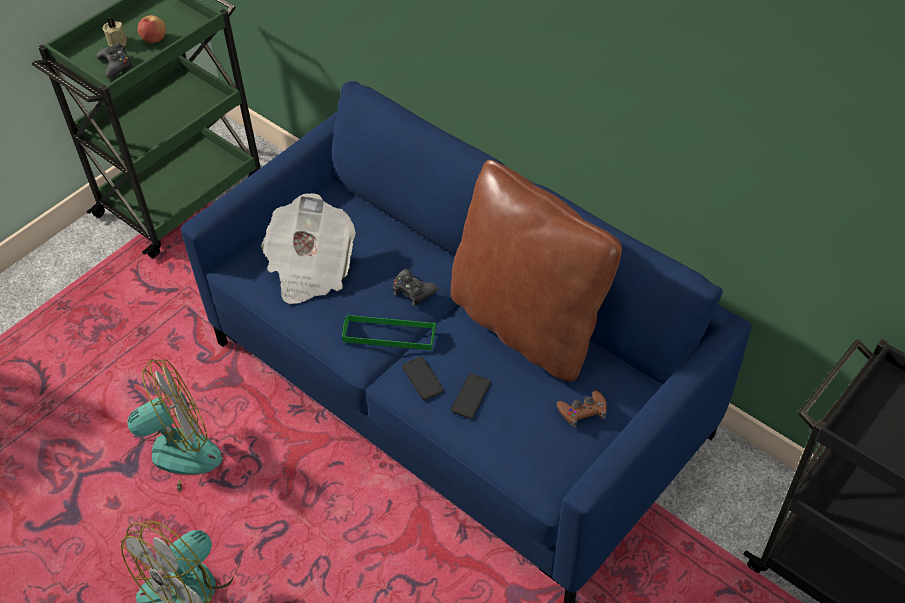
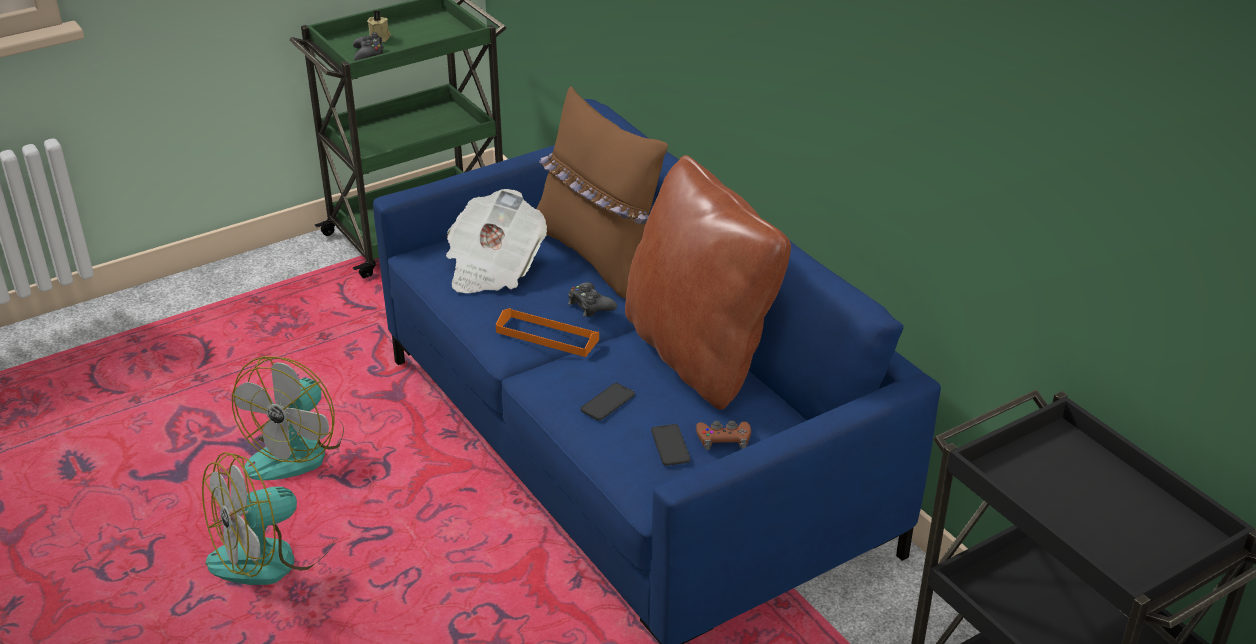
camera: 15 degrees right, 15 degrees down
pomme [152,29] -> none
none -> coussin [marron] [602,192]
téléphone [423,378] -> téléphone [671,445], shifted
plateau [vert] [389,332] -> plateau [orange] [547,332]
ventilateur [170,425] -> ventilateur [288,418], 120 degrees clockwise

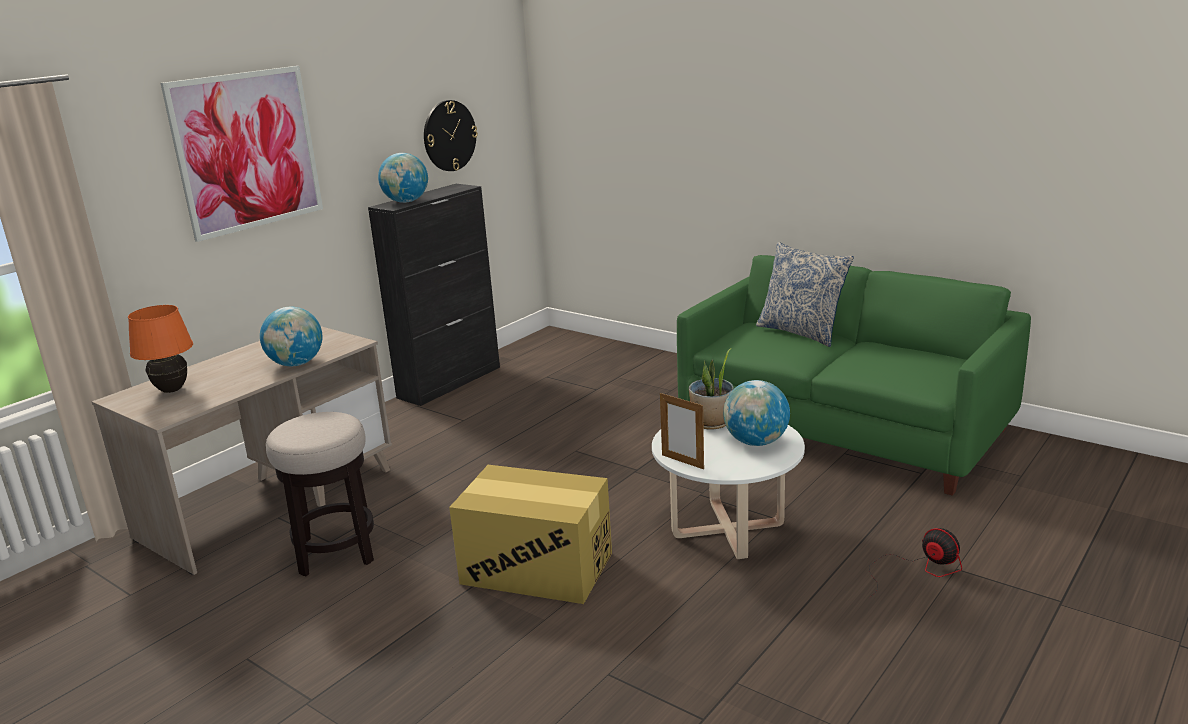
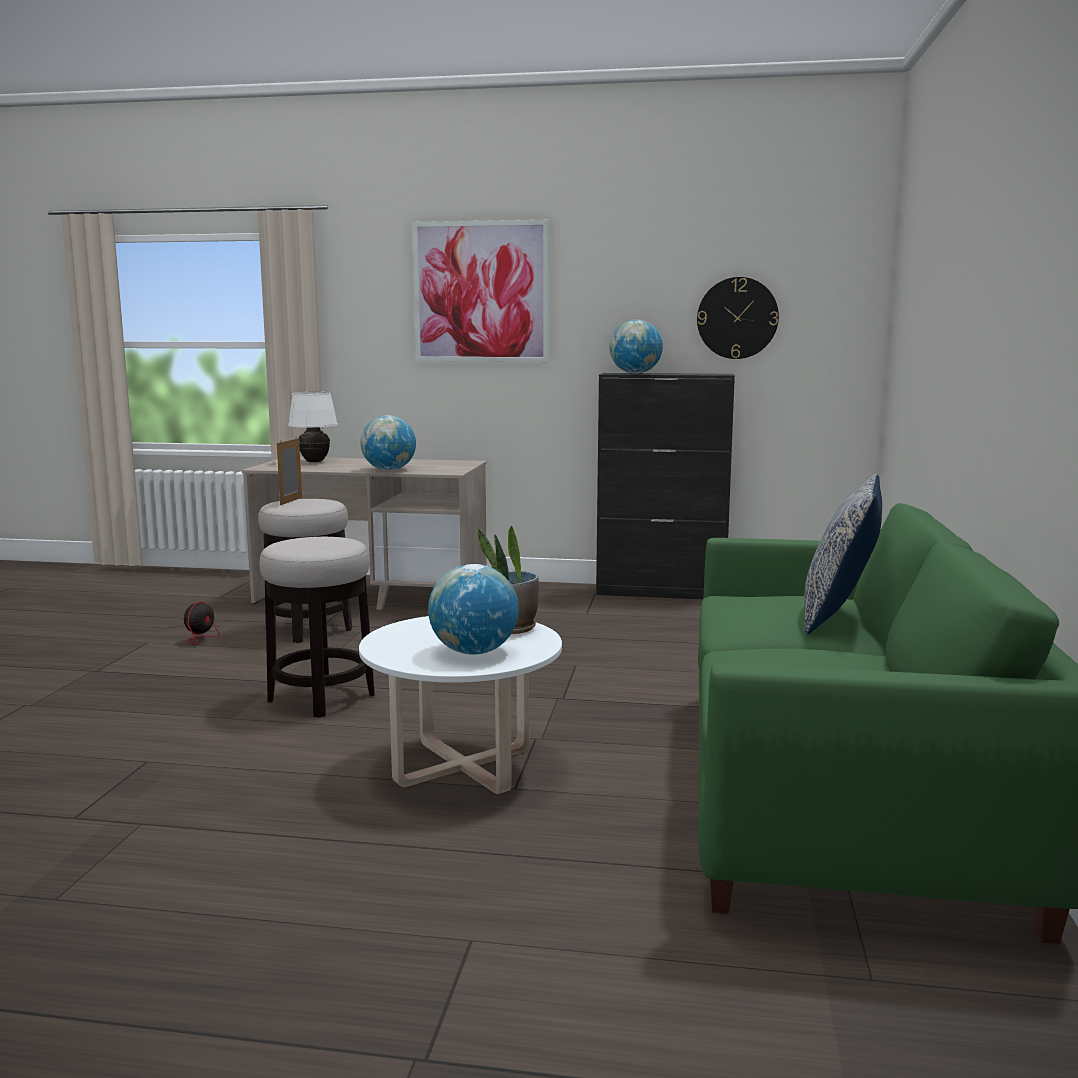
camera: 60 degrees right, 10 degrees down
cadre photo [682,430] -> cadre photo [289,471], shifted
ventilateur [915,562] -> ventilateur [186,623], shifted
carton [530,534] -> tabouret [317,627]
lampe de table [orange] [160,349] -> lampe de table [blanc] [313,427]

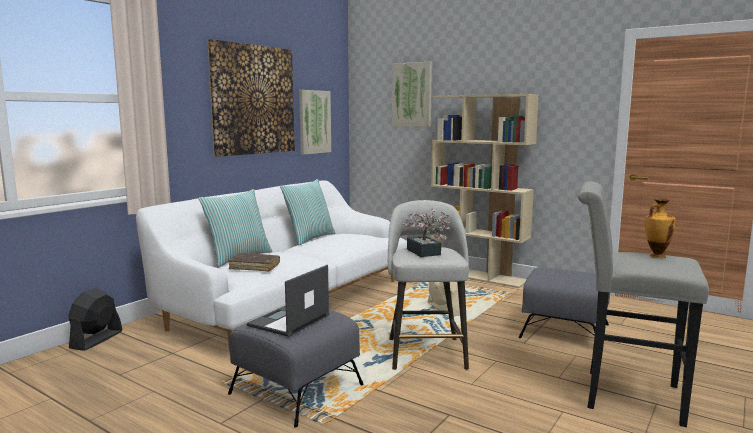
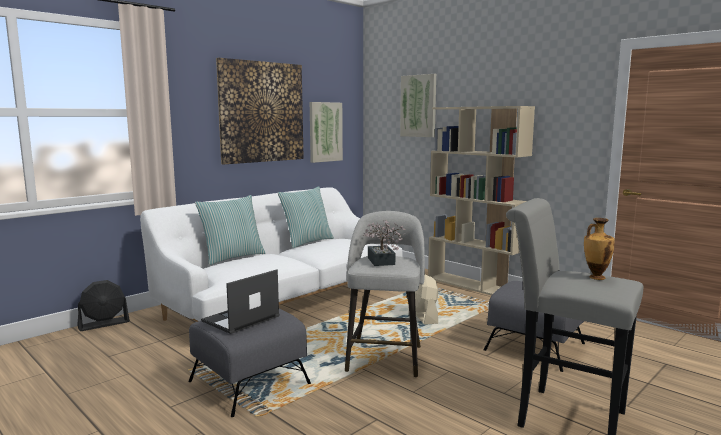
camera: 10 degrees right, 0 degrees up
livre [marron] [254,262] -> none
ventilateur [noir] [95,319] -> ventilateur [noir] [103,305], 150 degrees counterclockwise

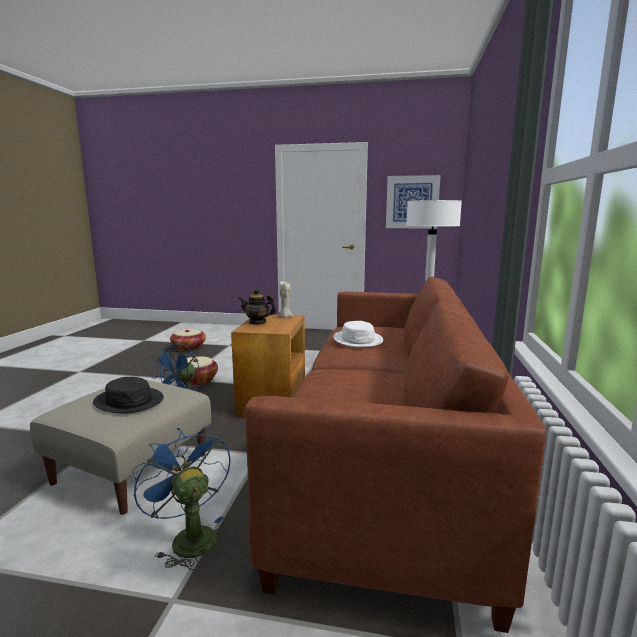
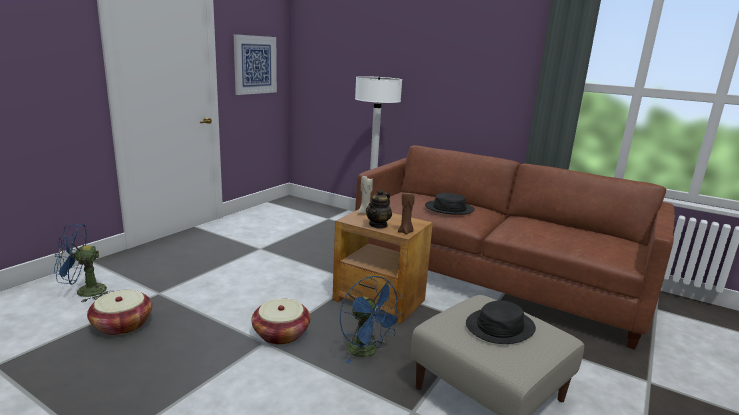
camera: 70 degrees left, 5 degrees up
none -> bougie [marron] [406,213]
ventilateur [bleu] [181,498] -> ventilateur [bleu] [84,263], shifted
chapeau [blanc] [358,334] -> chapeau [noir] [449,204]

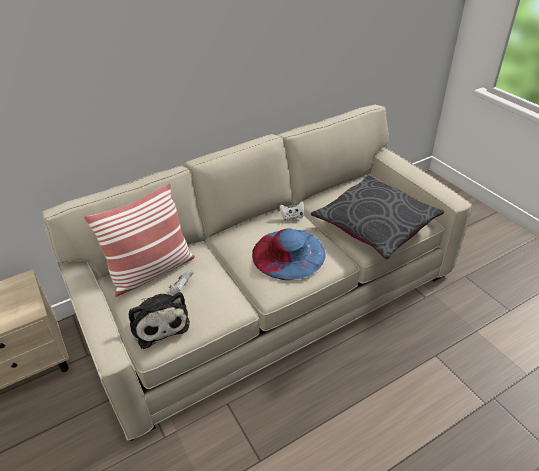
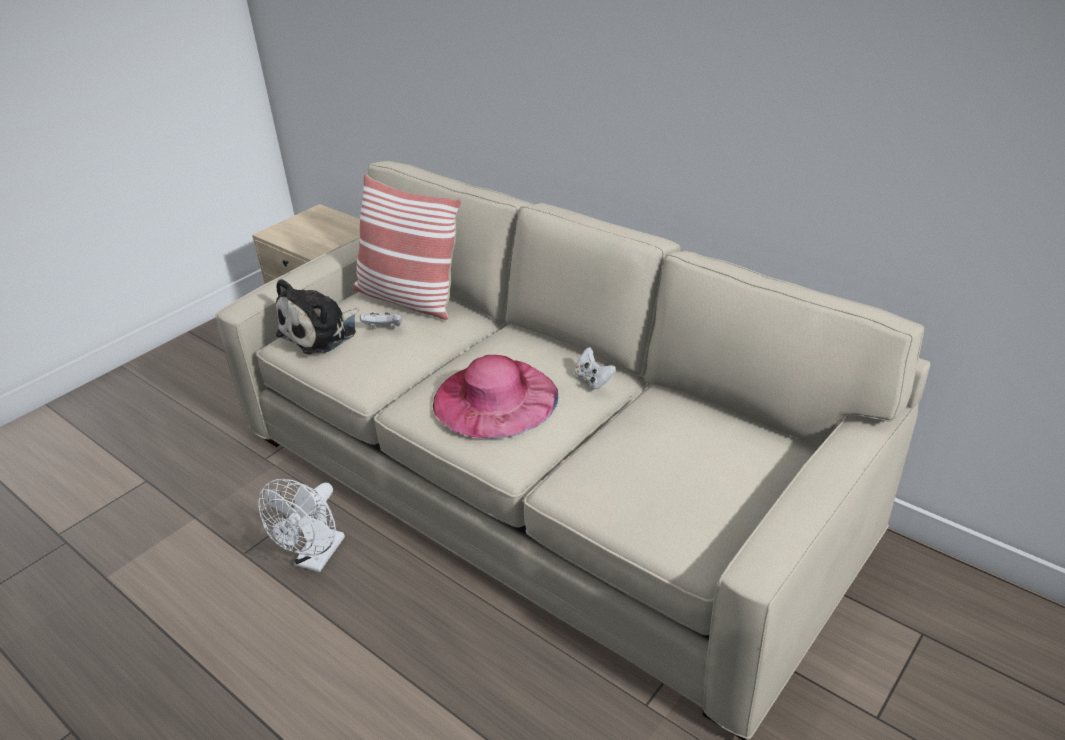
camera: 70 degrees right, 5 degrees down
coussin [gris] [377,217] -> none
none -> ventilateur [blanc] [301,525]
chapeau [bleu] [289,254] -> chapeau [rose] [495,397]

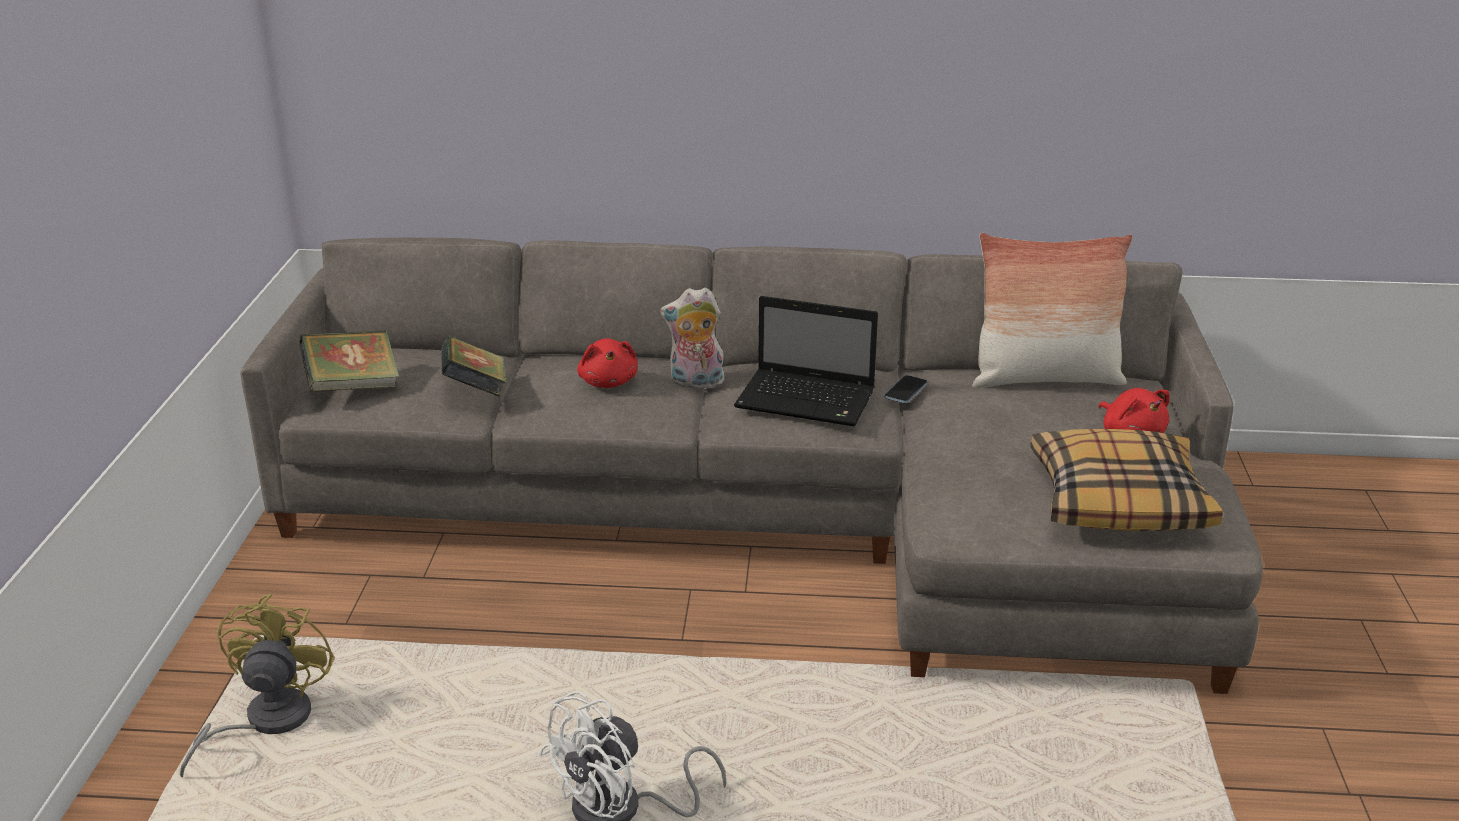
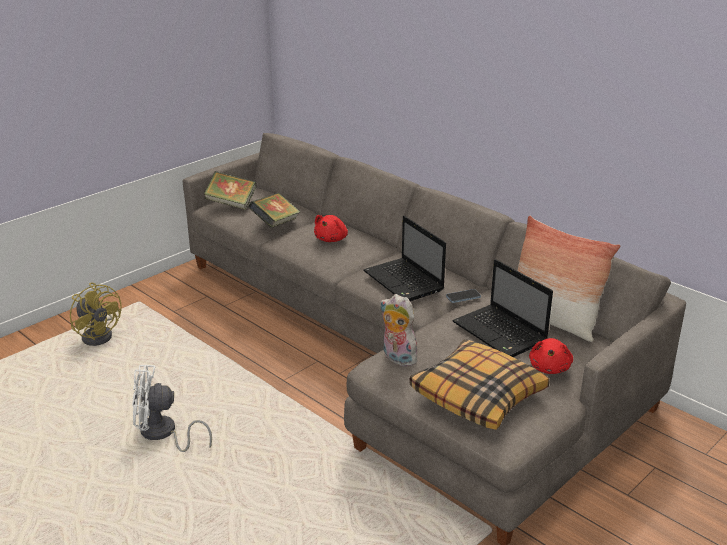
camera: 40 degrees right, 0 degrees up
none -> ordinateur portable [502,308]
peluche [692,338] -> peluche [401,330], shifted
ventilateur [jaune] [257,686] -> ventilateur [jaune] [96,314], 90 degrees clockwise

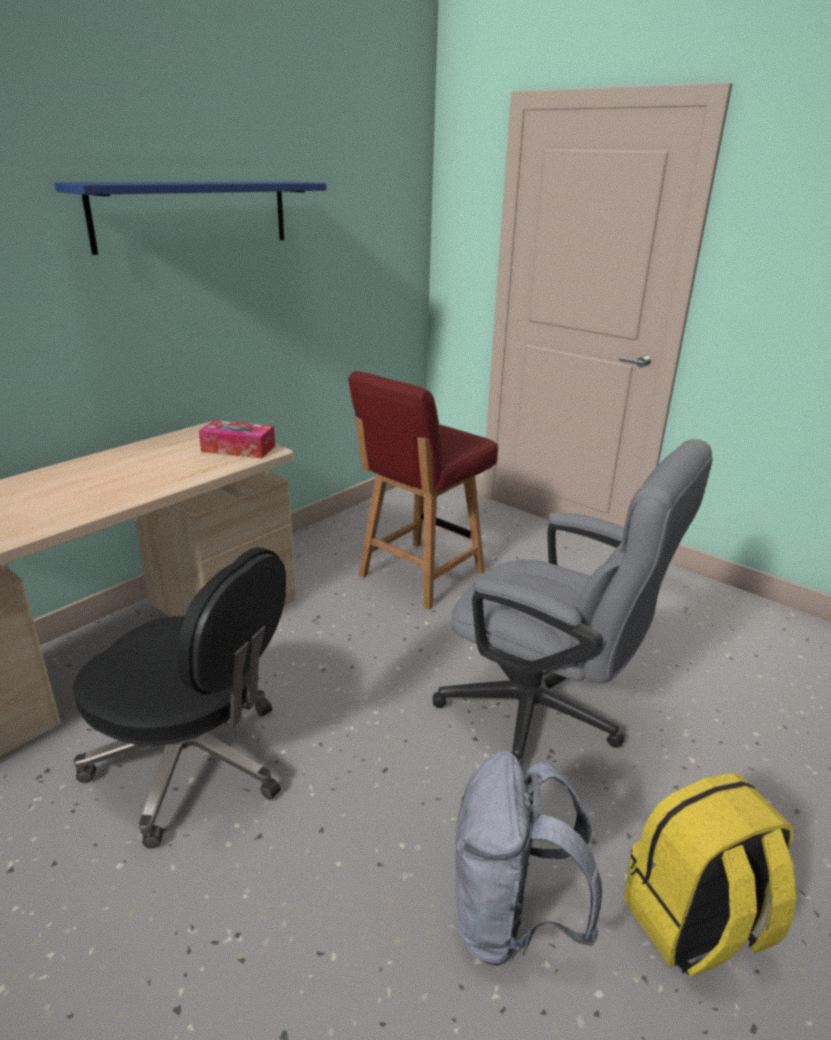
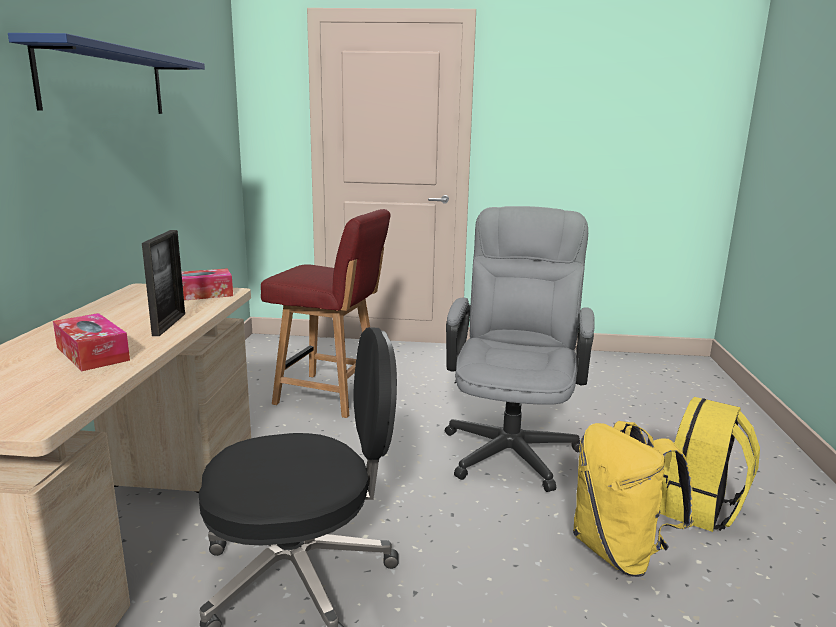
camera: 35 degrees left, 10 degrees down
none -> boîte à mouchoirs [91,342]
none -> cadre photo [163,283]
sac à dos [gris] [528,858] -> sac à dos [jaune] [633,499]
chaise [rouge] [423,490] -> chaise [rouge] [326,313], 75 degrees counterclockwise
chaise de bureau [gris] [572,603] -> chaise de bureau [gris] [520,349], 75 degrees counterclockwise

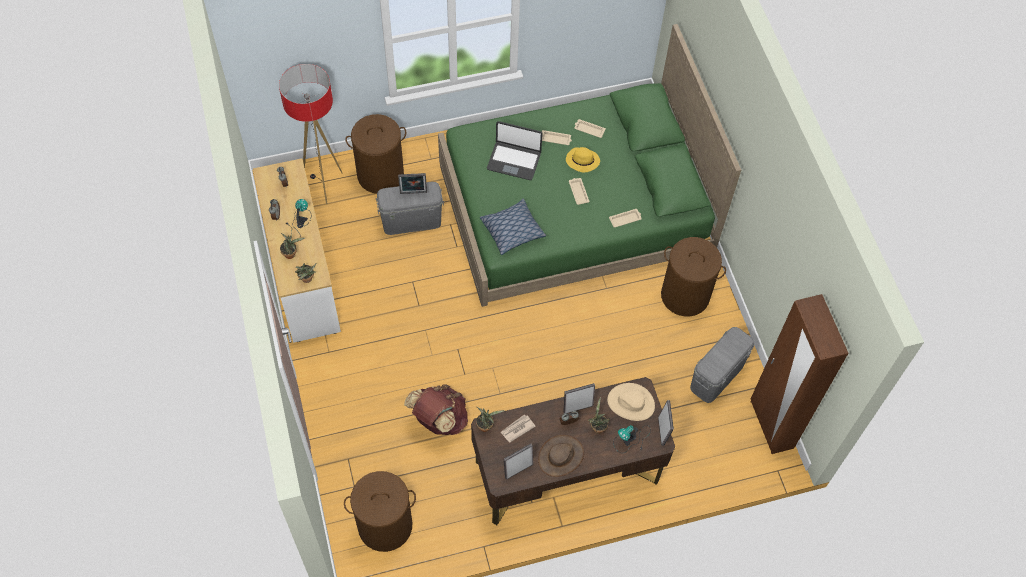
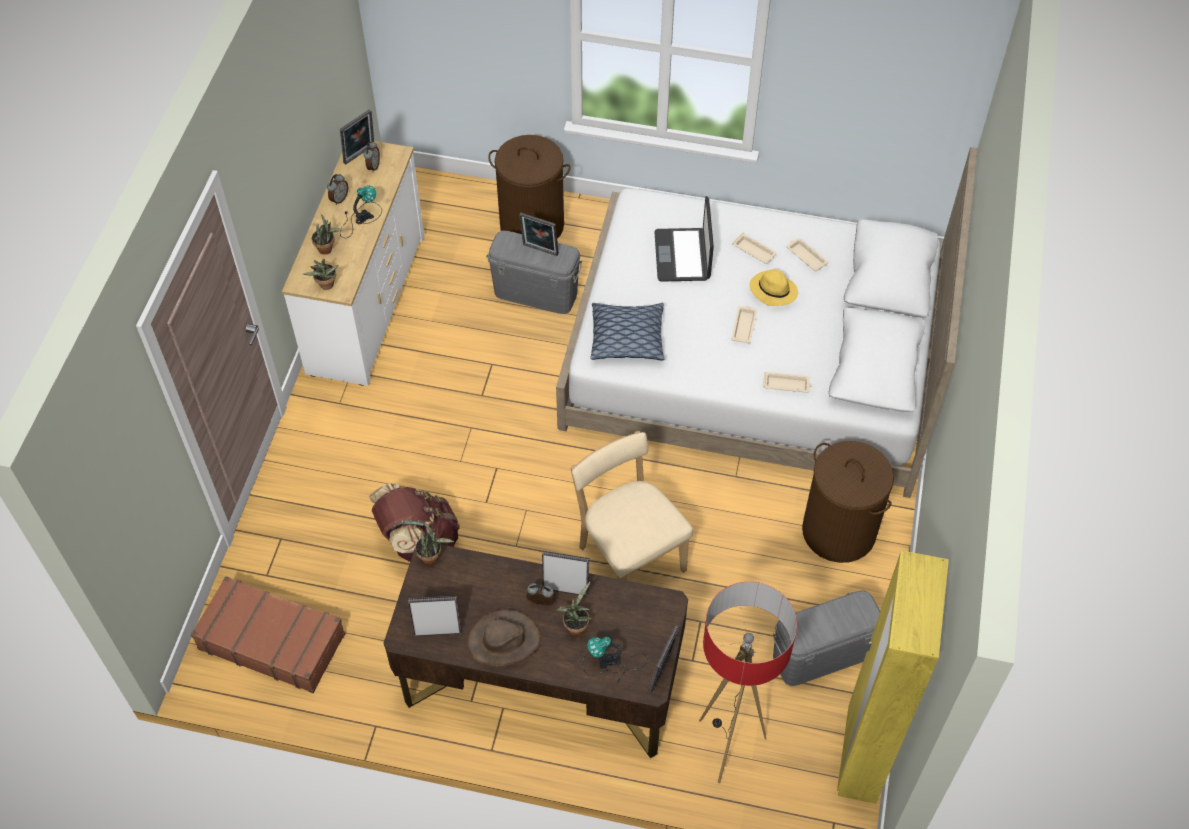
camera: 30 degrees right, 5 degrees down
journal [518,428] -> none
chapeau [beige] [631,402] -> none
none -> cadre photo [357,137]
none -> chaise [beige] [631,506]
lampadaire [311,134] -> lampadaire [748,682], shifted
panier à linge [marron] [380,511] -> valise [marron] [268,634]
lit [vert] [589,165] -> lit [blanc] [767,322]
armoire [marron] [799,374] -> armoire [jaune] [893,677]
ordinateur portable [515,150] -> ordinateur portable [684,239], 45 degrees clockwise

